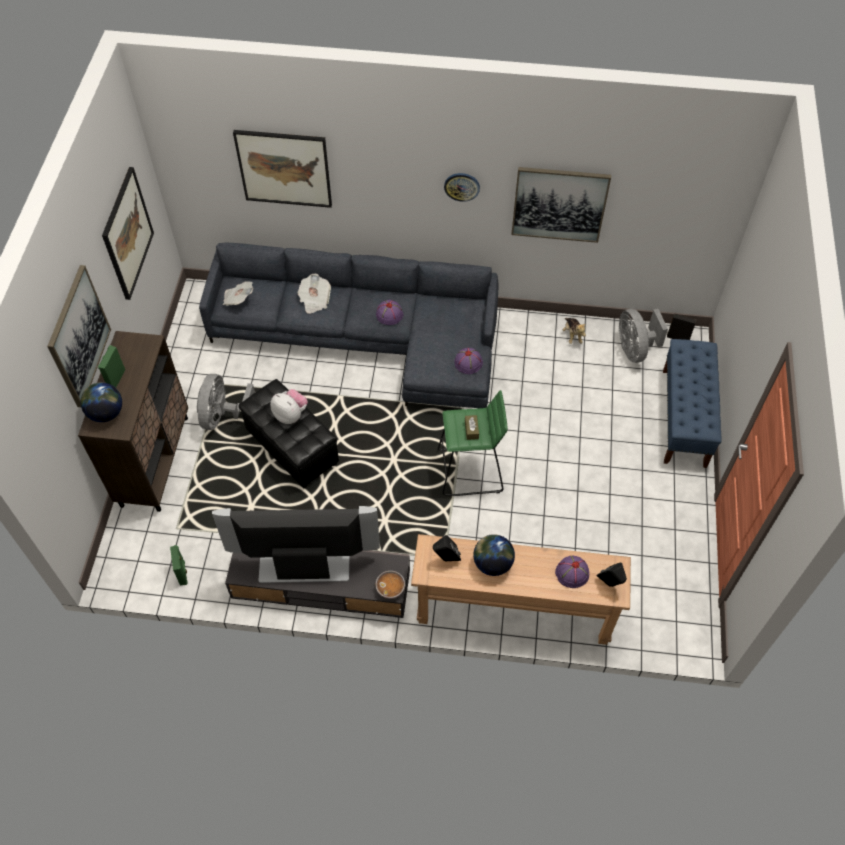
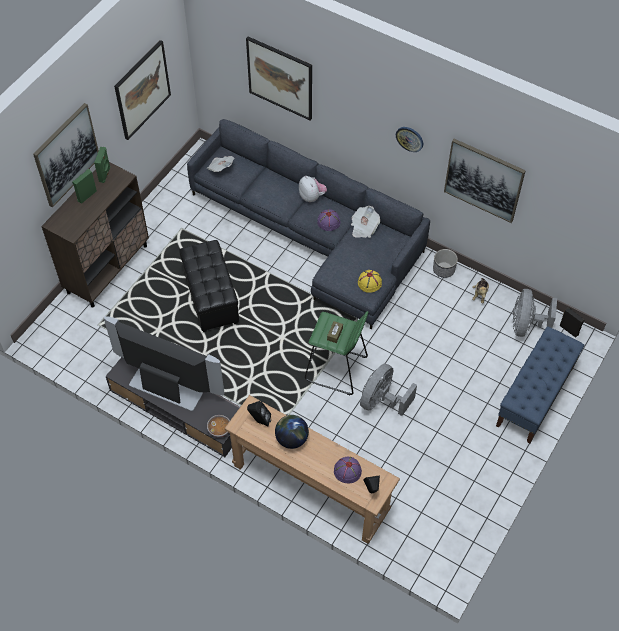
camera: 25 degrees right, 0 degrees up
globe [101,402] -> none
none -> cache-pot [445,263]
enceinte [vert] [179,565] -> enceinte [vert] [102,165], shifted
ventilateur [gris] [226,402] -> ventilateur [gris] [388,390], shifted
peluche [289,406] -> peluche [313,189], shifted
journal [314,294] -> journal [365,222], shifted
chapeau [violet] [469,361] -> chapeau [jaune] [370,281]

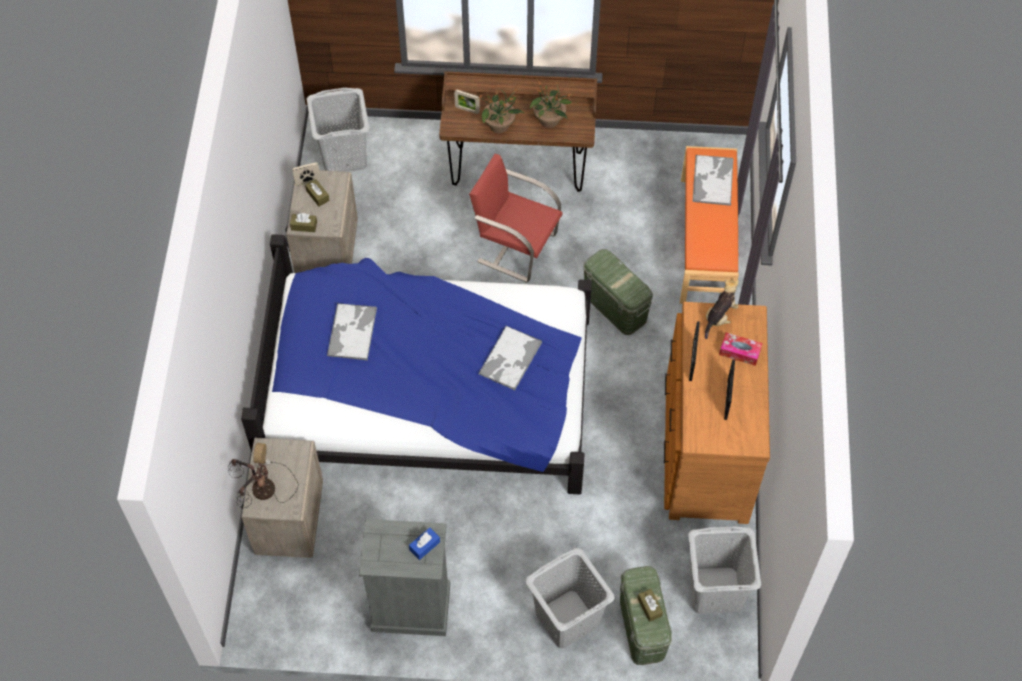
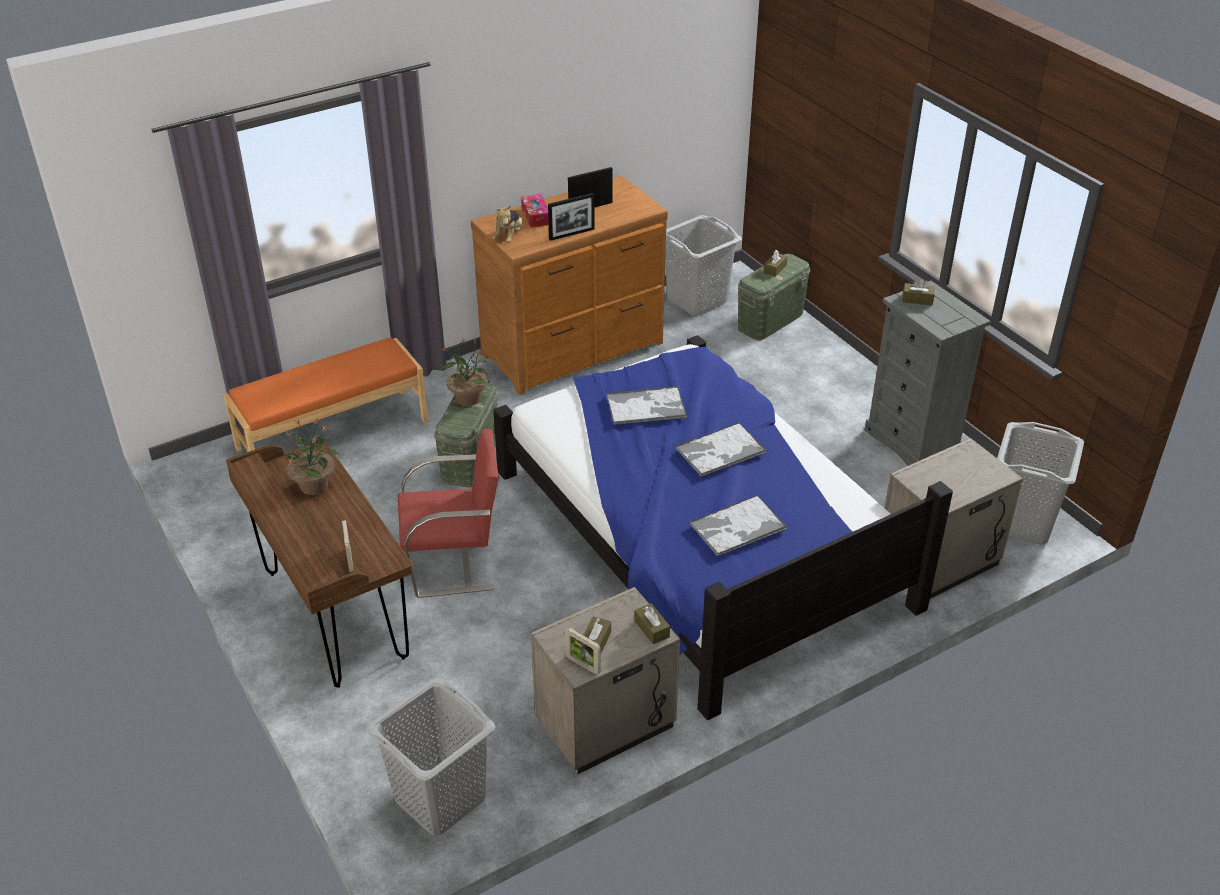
camera: 125 degrees left, 20 degrees down
lampe de table [263,475] -> none
plante en pot [500,109] -> plante en pot [464,372], shifted
panier à linge [gris] [570,598] -> panier à linge [gris] [1040,483], shifted
plateau [713,180] -> plateau [720,449], shifted
boîte à mouchoirs [bleu] [424,543] -> boîte à mouchoirs [marron] [918,292]
chaise [rouge] [515,218] -> chaise [rouge] [448,513], 90 degrees counterclockwise
peluche [722,309] -> peluche [507,224], 75 degrees counterclockwise

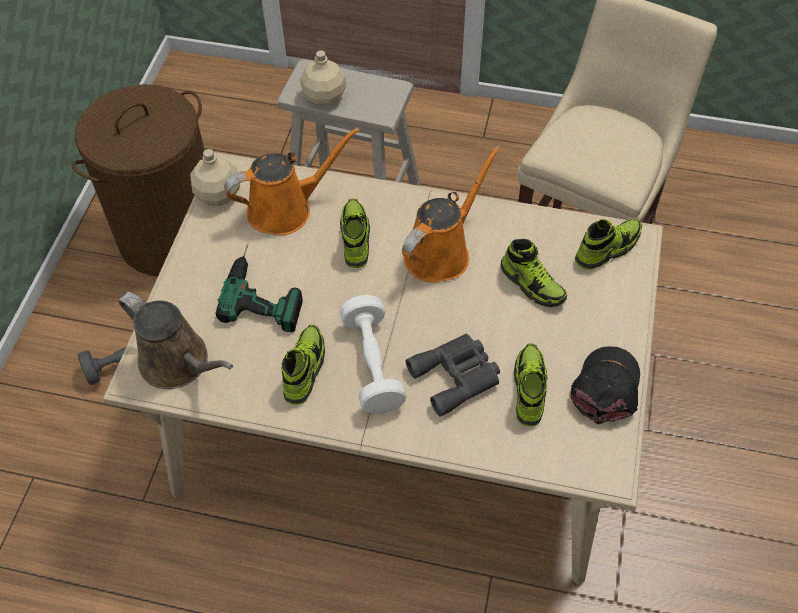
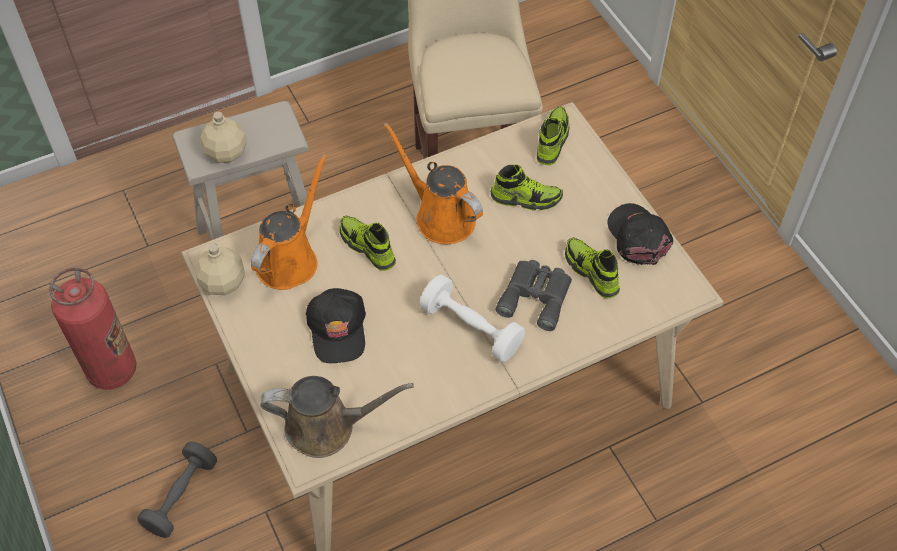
camera: 40 degrees left, 0 degrees up
chaussure [303,365] -> none
panier à linge [marron] [138,180] -> extincteur [93,328]
perceuse [259,288] -> casquette [noir] [336,325]
arrosoir [orange] [451,214] -> arrosoir [orange] [433,183], 45 degrees counterclockwise

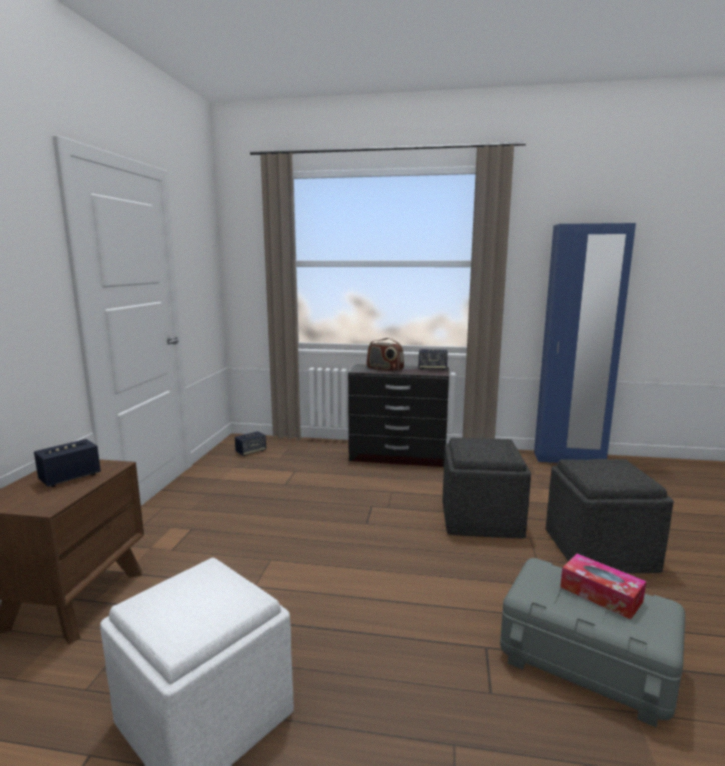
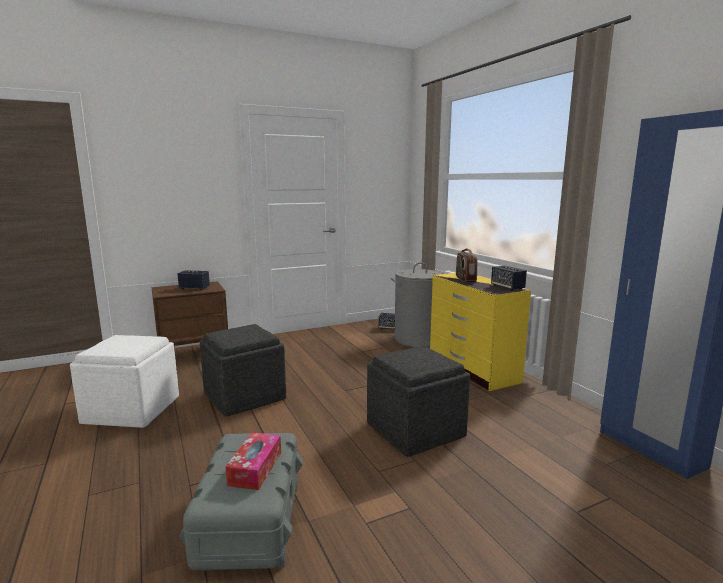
camera: 55 degrees right, 0 degrees up
none -> panier à linge [gris] [417,304]
pouf [gris] [610,516] -> pouf [gris] [243,370], shifted
commode [noir] [398,415] -> commode [jaune] [480,332]

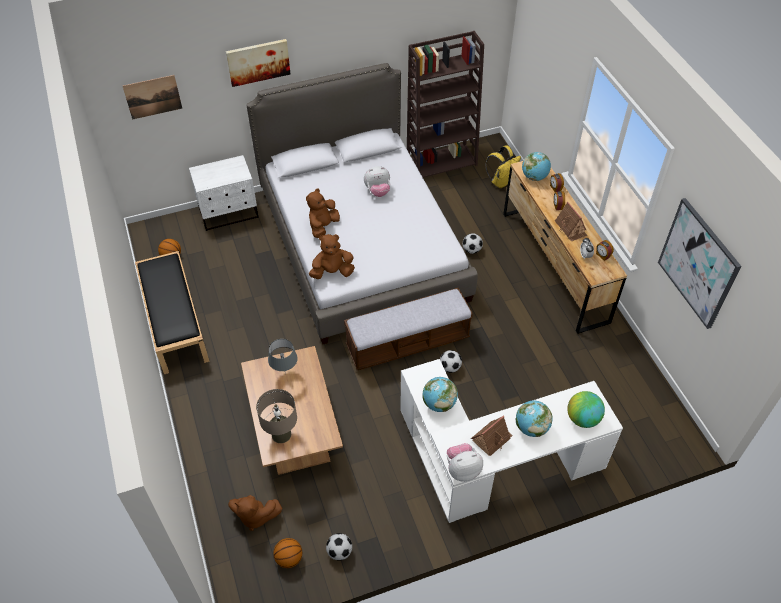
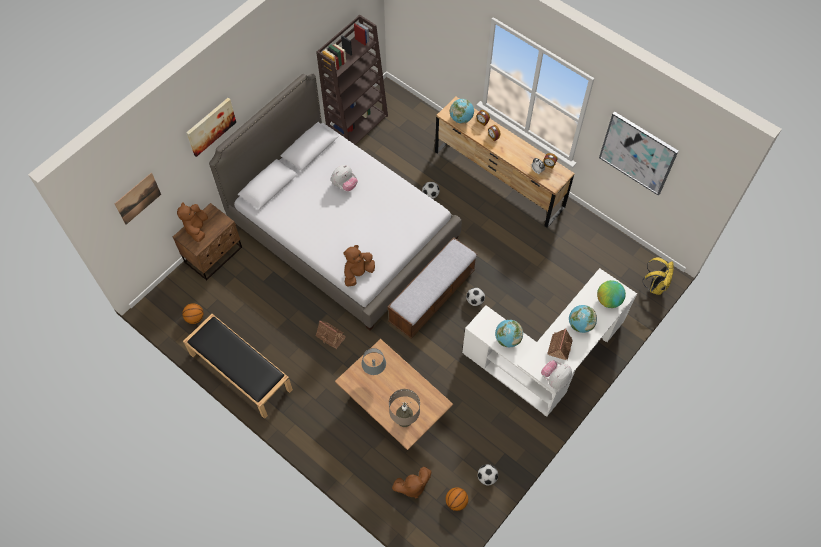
camera: 30 degrees left, 10 degrees up
peluche [marron] [323,213] -> peluche [marron] [192,222], shifted
sac à dos [jaune] [503,166] -> sac à dos [jaune] [658,276], shifted
maison miniature [571,221] -> maison miniature [331,335], shifted
table de chevet [blanc] [223,193] -> table de chevet [marron] [207,242]

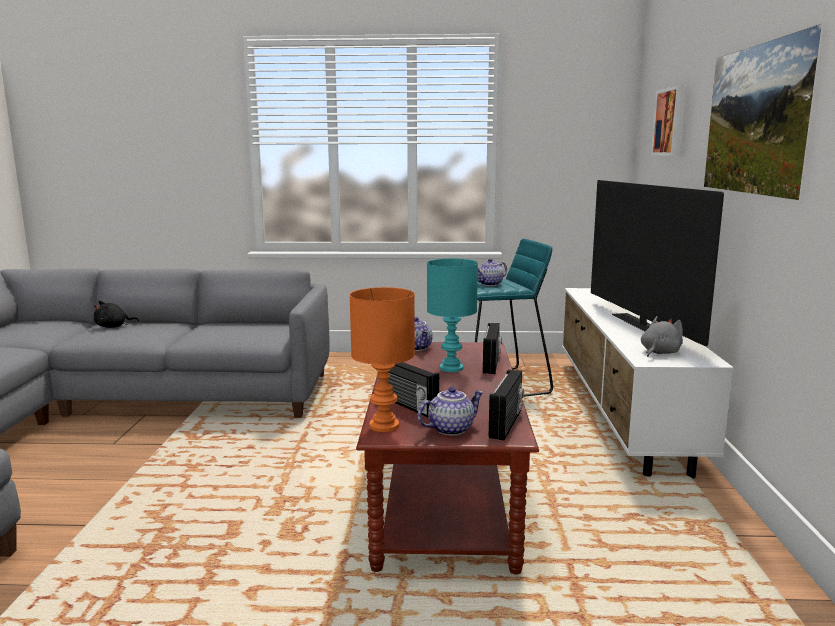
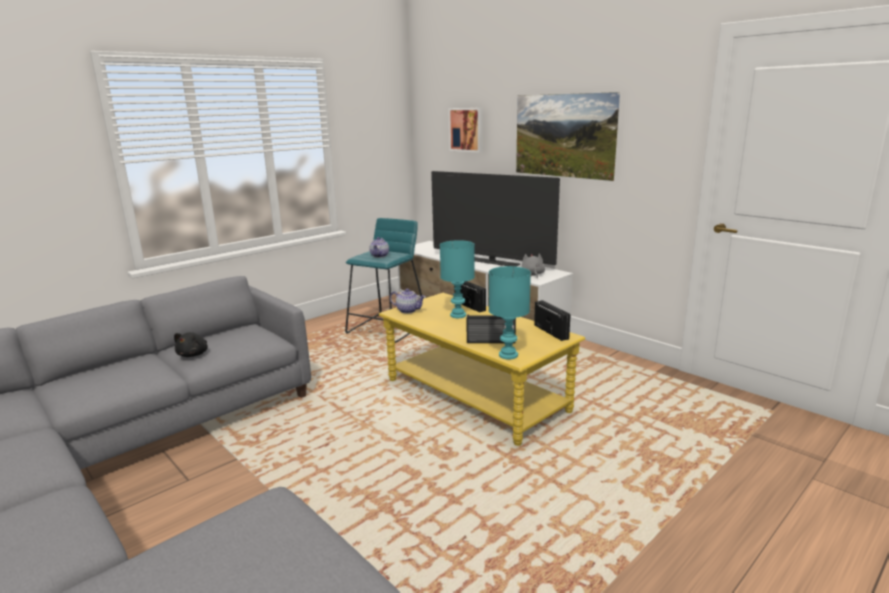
camera: 45 degrees left, 5 degrees up
théière [451,411] -> none
peluche [noir] [116,314] -> peluche [noir] [191,344], shifted
lampe de table [orange] [382,359] -> lampe de table [turquoise] [510,312]
table basse [marron] [447,458] -> table basse [jaune] [482,369]

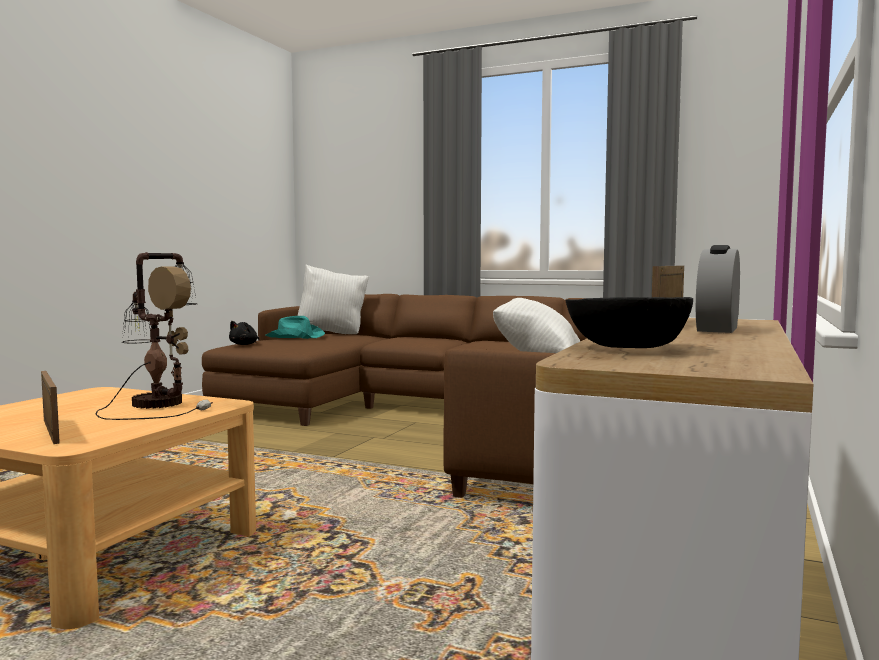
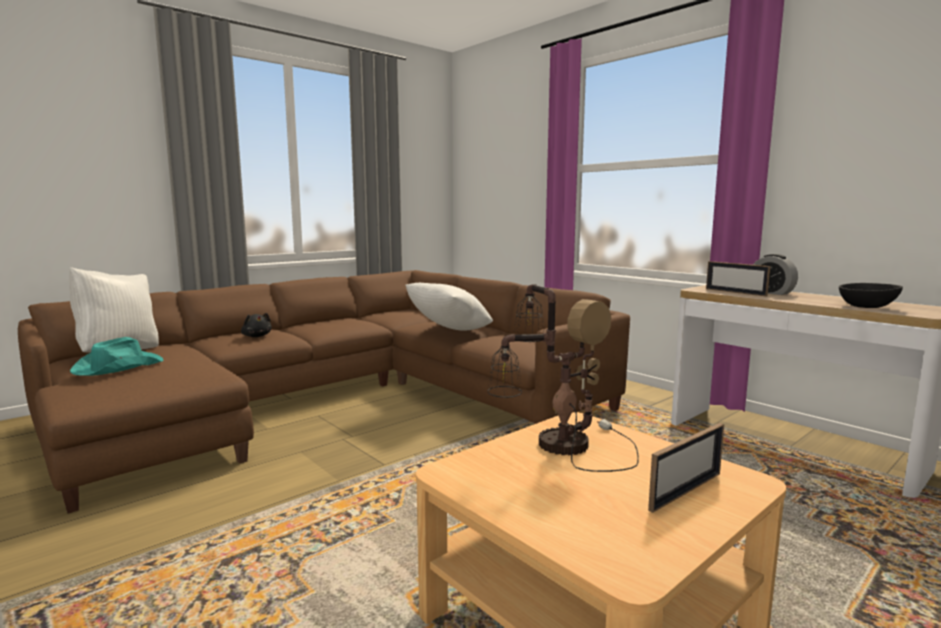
camera: 65 degrees left, 5 degrees up
peluche [noir] [244,333] -> peluche [noir] [256,325], shifted
cadre photo [50,407] -> cadre photo [686,468], 150 degrees clockwise

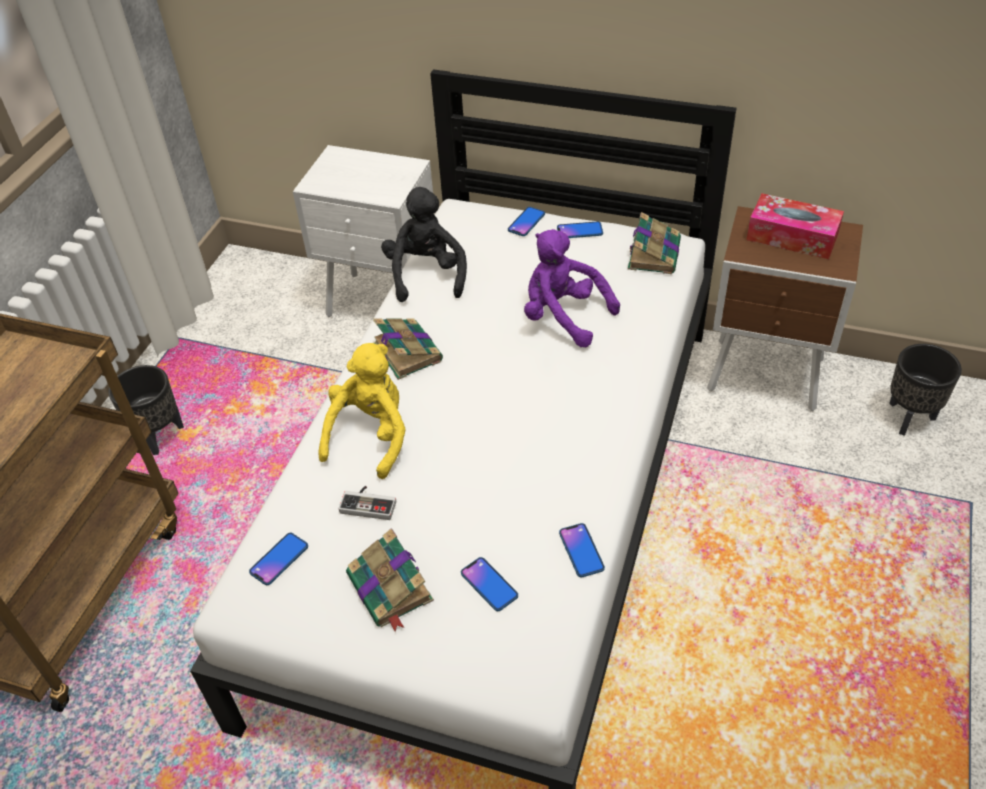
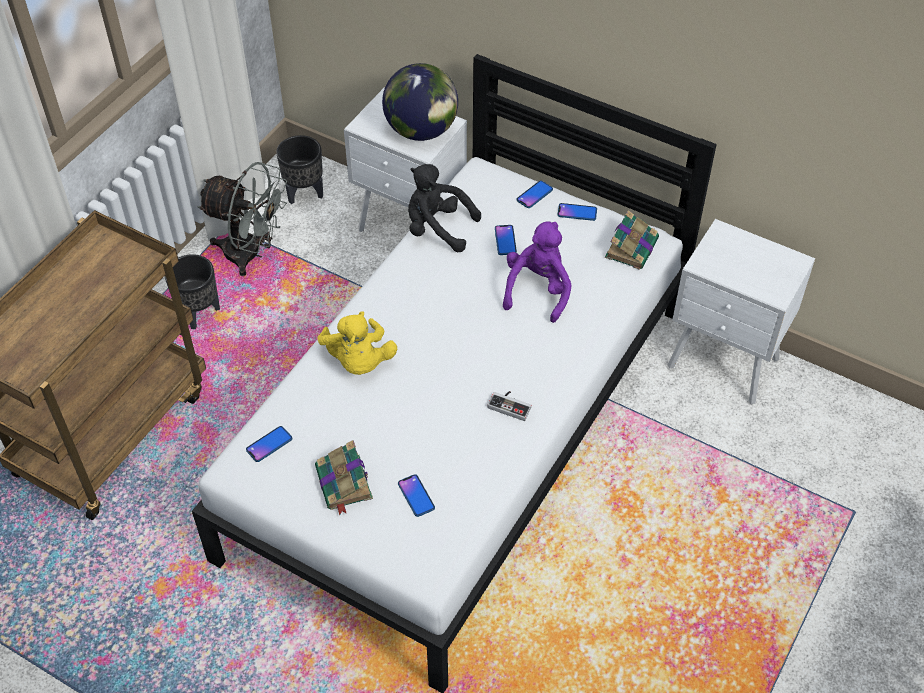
camera: 10 degrees right, 5 degrees up
livre [408,349] -> none
boîte à mouchoirs [795,226] -> none
none -> ventilateur [gris] [242,219]
none -> globe [420,102]
manette [367,503] -> manette [510,406], shifted
téléphone [582,550] -> téléphone [506,240], shifted
cache-pot [noir] [925,390] -> cache-pot [noir] [299,169], shifted
table de chevet [marron] [785,308] -> table de chevet [blanc] [741,311]
peluche [jaune] [362,411] -> peluche [jaune] [357,343], 135 degrees clockwise
peluche [noir] [424,244] -> peluche [noir] [444,208], 75 degrees counterclockwise
peluche [violet] [572,288] -> peluche [violet] [537,272], 60 degrees clockwise

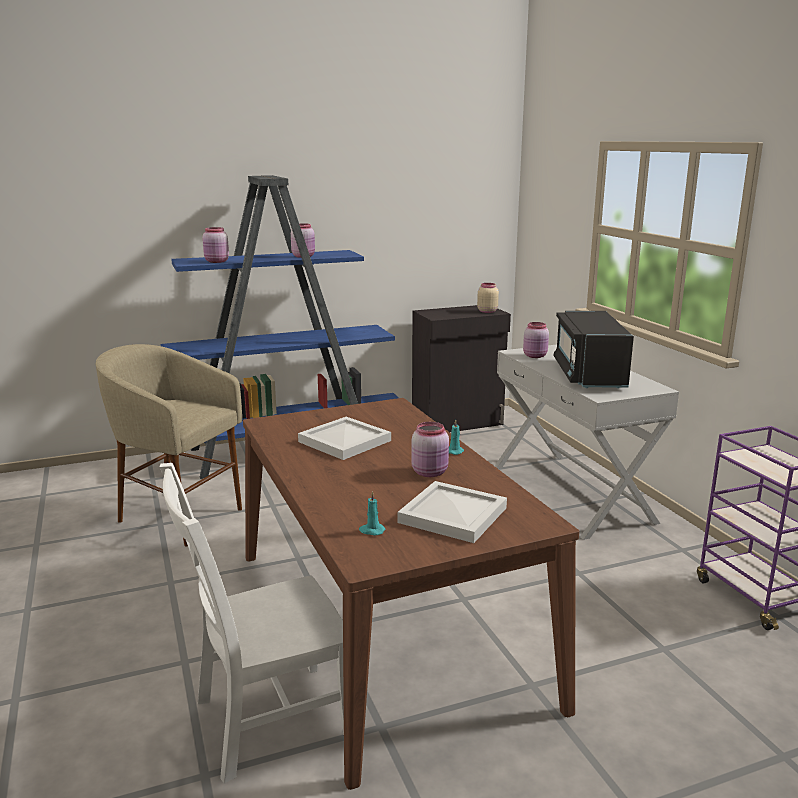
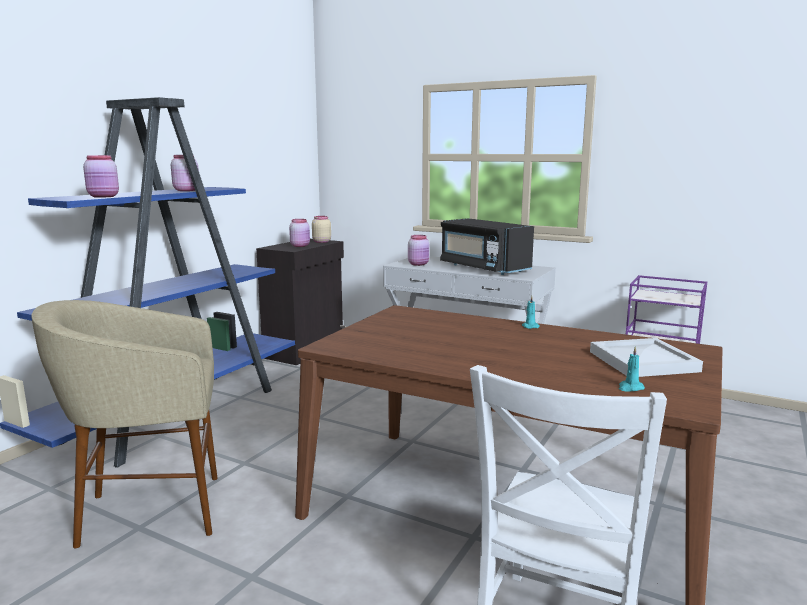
camera: 40 degrees left, 5 degrees down
plateau [blanc] [344,438] -> none
bocal [rose] [430,449] -> bocal [rose] [299,233], shifted

